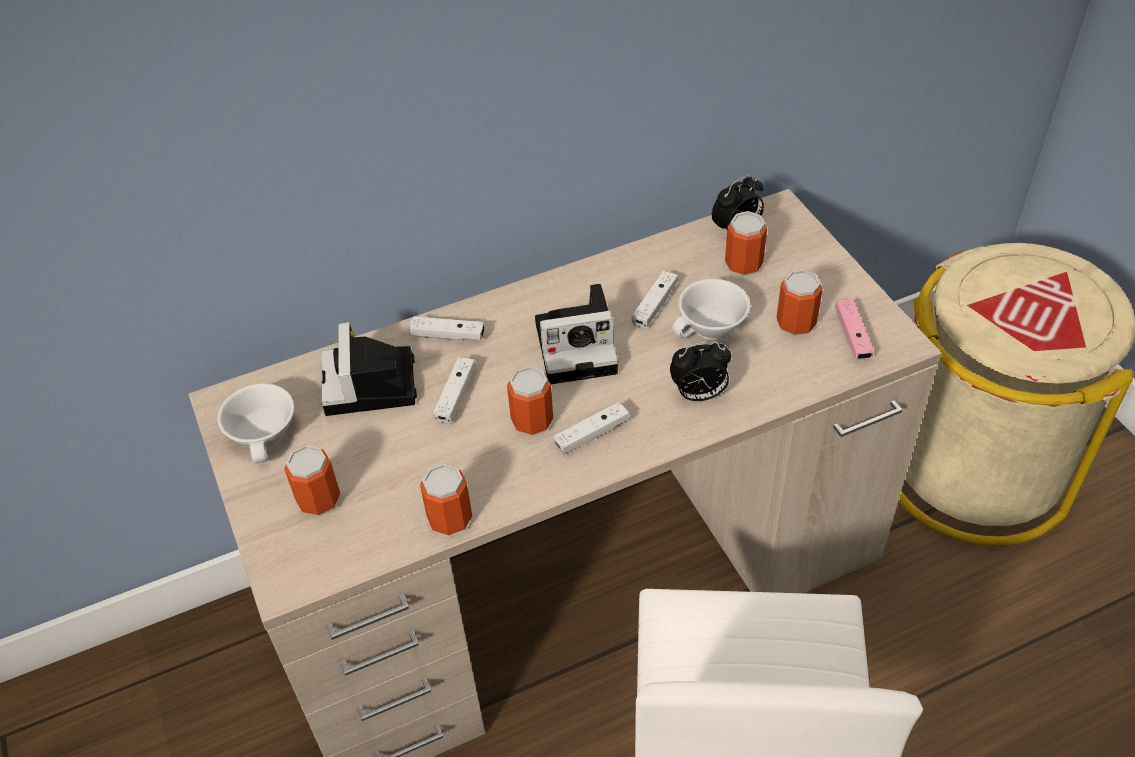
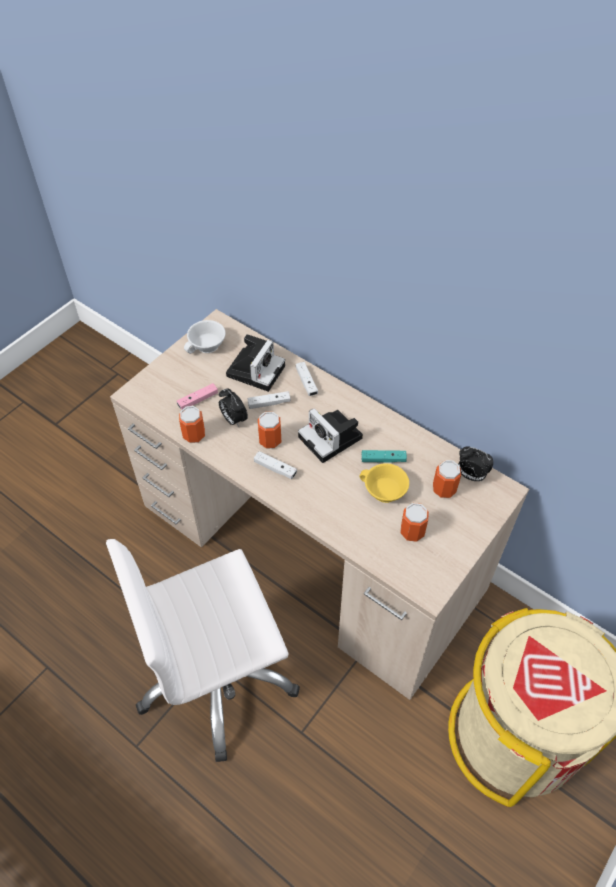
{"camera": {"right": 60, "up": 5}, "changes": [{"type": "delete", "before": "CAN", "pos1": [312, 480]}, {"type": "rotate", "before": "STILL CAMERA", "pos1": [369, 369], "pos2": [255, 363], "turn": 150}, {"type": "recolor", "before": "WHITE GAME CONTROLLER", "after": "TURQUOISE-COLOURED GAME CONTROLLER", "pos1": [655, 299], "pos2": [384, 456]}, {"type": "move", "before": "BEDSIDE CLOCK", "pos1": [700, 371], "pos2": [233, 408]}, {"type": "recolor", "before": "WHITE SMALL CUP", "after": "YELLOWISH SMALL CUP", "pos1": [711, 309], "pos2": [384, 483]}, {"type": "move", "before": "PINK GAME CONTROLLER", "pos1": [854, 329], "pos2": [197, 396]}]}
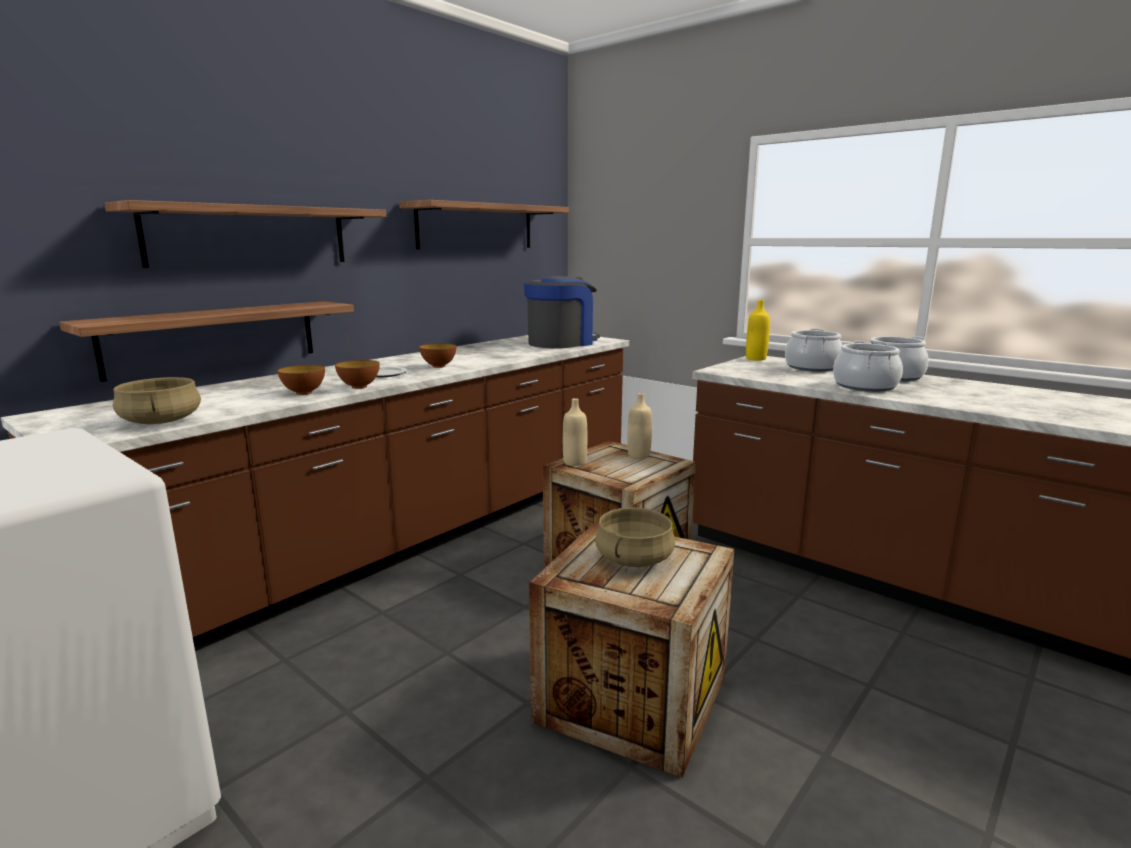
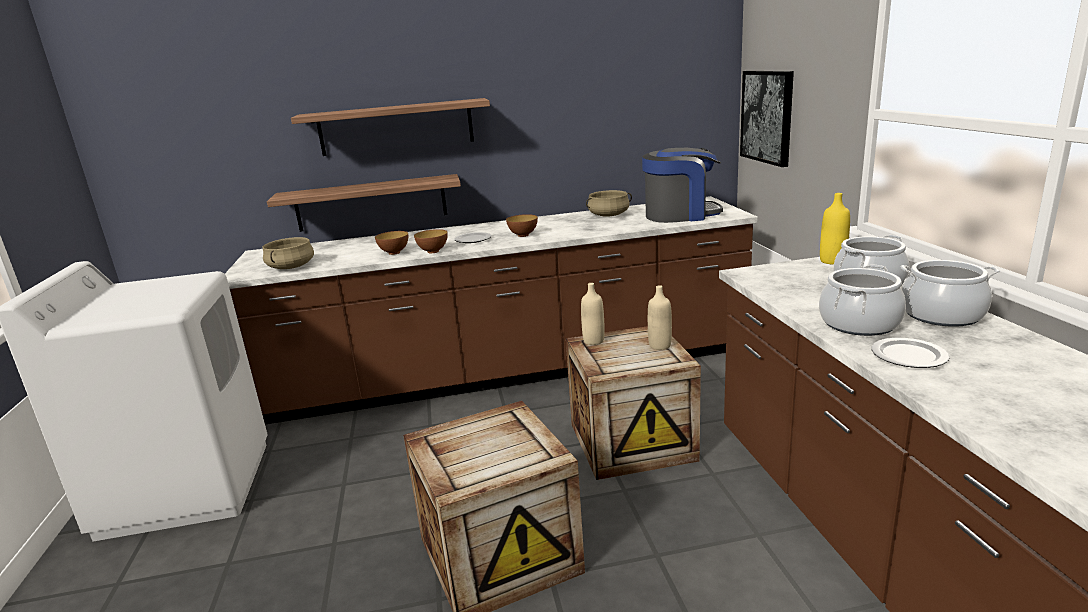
{"camera": {"right": 40, "up": 5}, "changes": [{"type": "delete", "before": "BRACKET SHELF", "pos1": [484, 224]}, {"type": "move", "before": "SAND-COLOURED STOCKPOT", "pos1": [635, 537], "pos2": [609, 203]}, {"type": "insert", "after": "PICTURE", "pos2": [767, 119]}, {"type": "insert", "after": "PLATE", "pos2": [910, 353]}]}
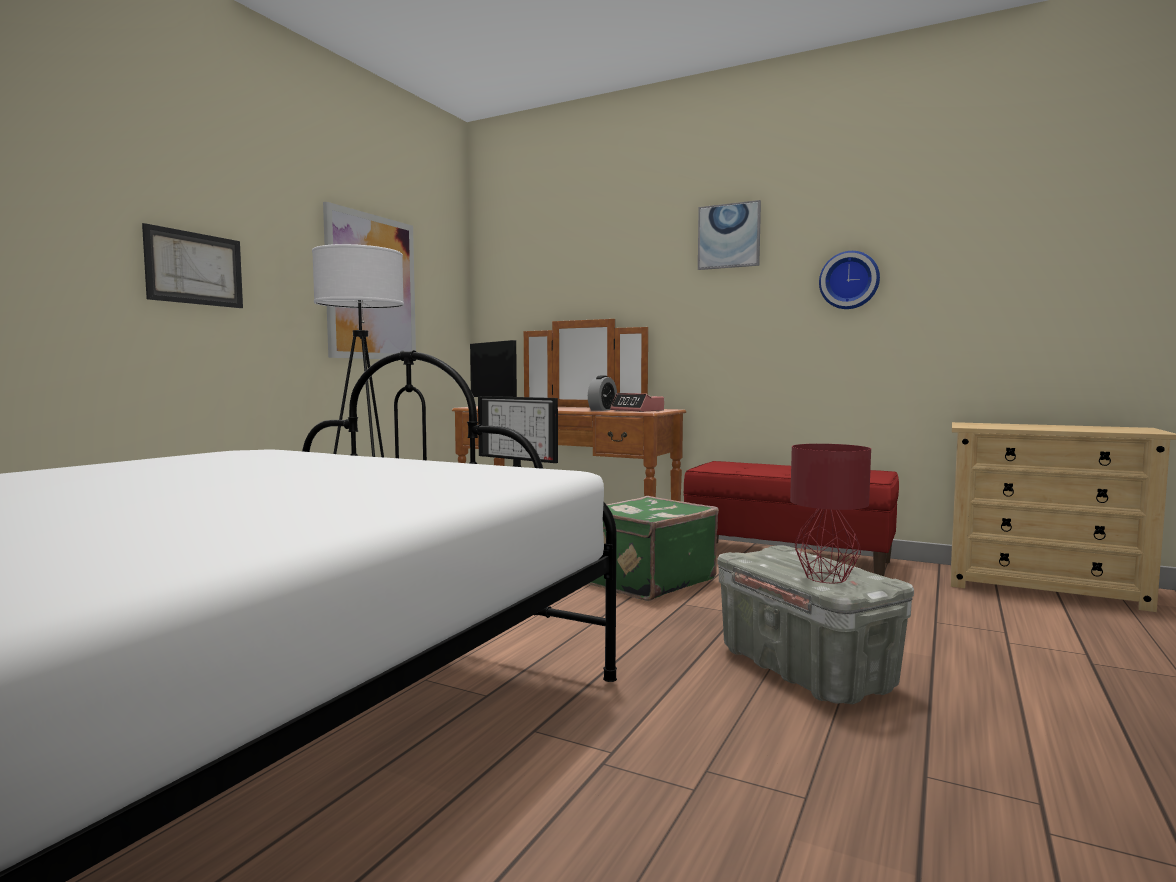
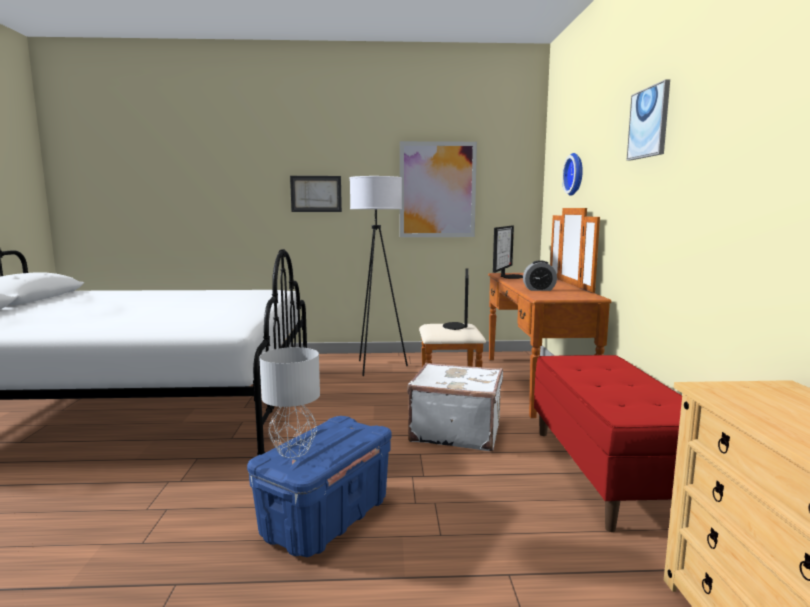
{"camera": {"right": 60, "up": 5}, "changes": [{"type": "recolor", "before": "GREEN PIECE OF LUGGAGE", "after": "WHITE PIECE OF LUGGAGE", "pos1": [654, 548], "pos2": [455, 407]}, {"type": "delete", "before": "BEDSIDE CLOCK", "pos1": [637, 402]}, {"type": "recolor", "before": "GRAY STORAGE BOX", "after": "BLUISH STORAGE BOX", "pos1": [815, 624], "pos2": [319, 486]}, {"type": "recolor", "before": "REDDISH LAMP FOR A TABLE", "after": "GRAY LAMP FOR A TABLE", "pos1": [830, 514], "pos2": [289, 402]}, {"type": "move", "before": "CLOCK ON THE WALL", "pos1": [849, 280], "pos2": [572, 174]}]}
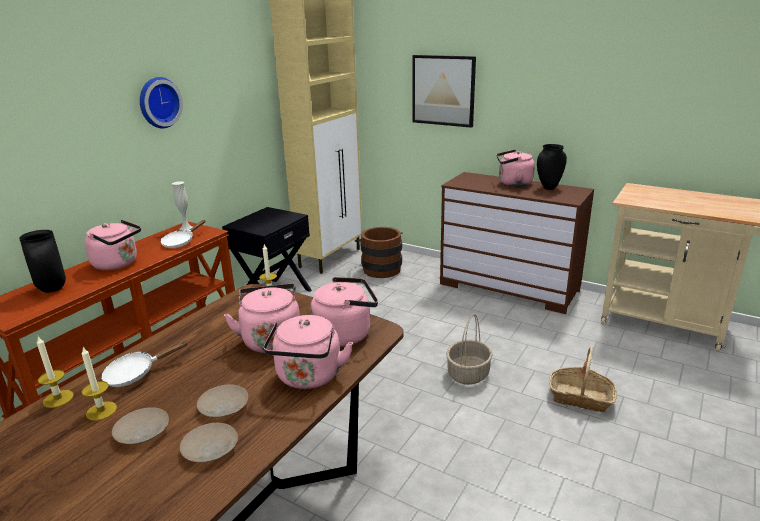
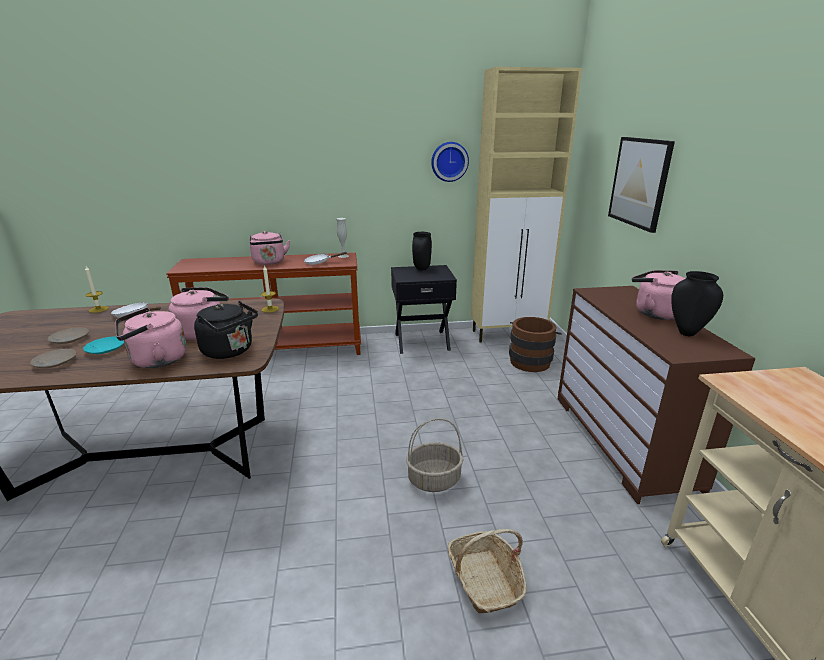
{"camera": {"right": 50, "up": 0}, "changes": [{"type": "move", "before": "BLACK VASE", "pos1": [42, 261], "pos2": [422, 251]}, {"type": "delete", "before": "CANDLE", "pos1": [99, 384]}, {"type": "move", "before": "CLOCK ON THE WALL", "pos1": [161, 102], "pos2": [450, 162]}, {"type": "recolor", "before": "SAND-COLOURED PLATE", "after": "TURQUOISE-COLOURED PLATE", "pos1": [222, 401], "pos2": [103, 345]}, {"type": "recolor", "before": "PINK TEA KETTLE", "after": "BLACK TEA KETTLE", "pos1": [344, 312], "pos2": [226, 330]}]}
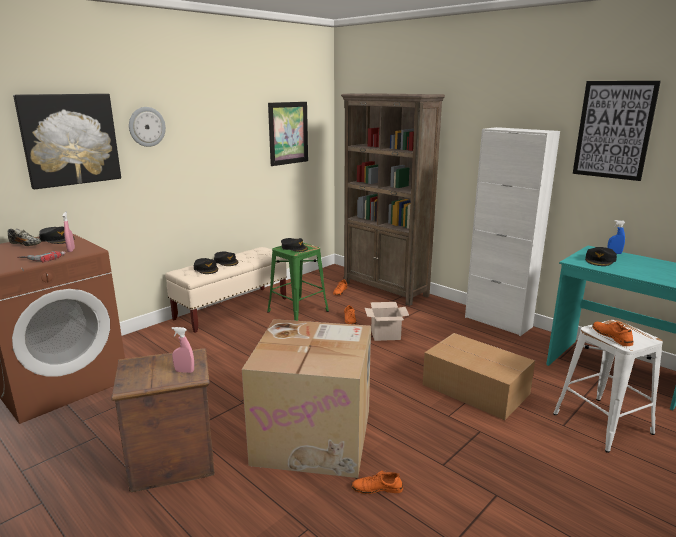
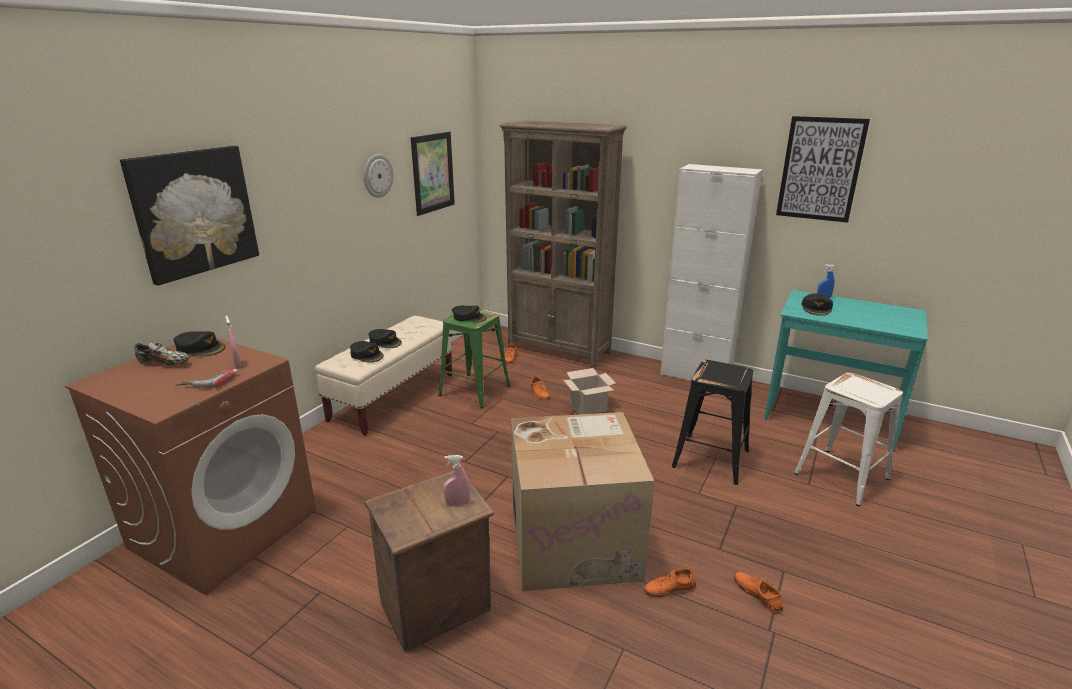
{"camera": {"right": -15, "up": 5}, "changes": [{"type": "move", "before": "CLOCK ON THE WALL", "pos1": [147, 127], "pos2": [378, 176]}, {"type": "replace", "before": "PACKING BOX", "after": "BLACK SITTING STOOL", "pos1": [479, 376], "pos2": [712, 422]}, {"type": "move", "before": "ORANGE SHOE", "pos1": [612, 334], "pos2": [758, 593]}]}
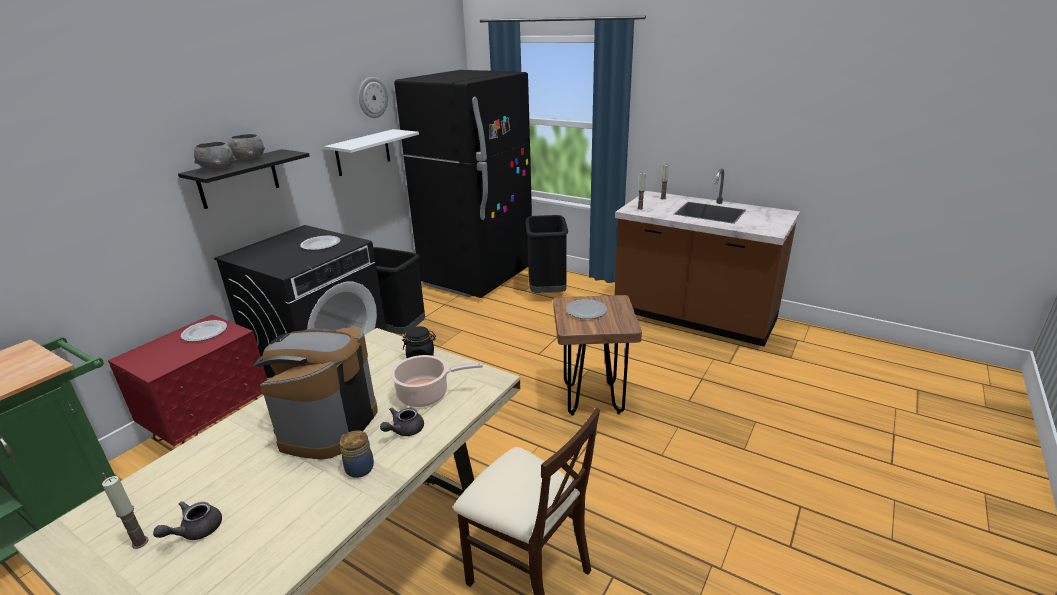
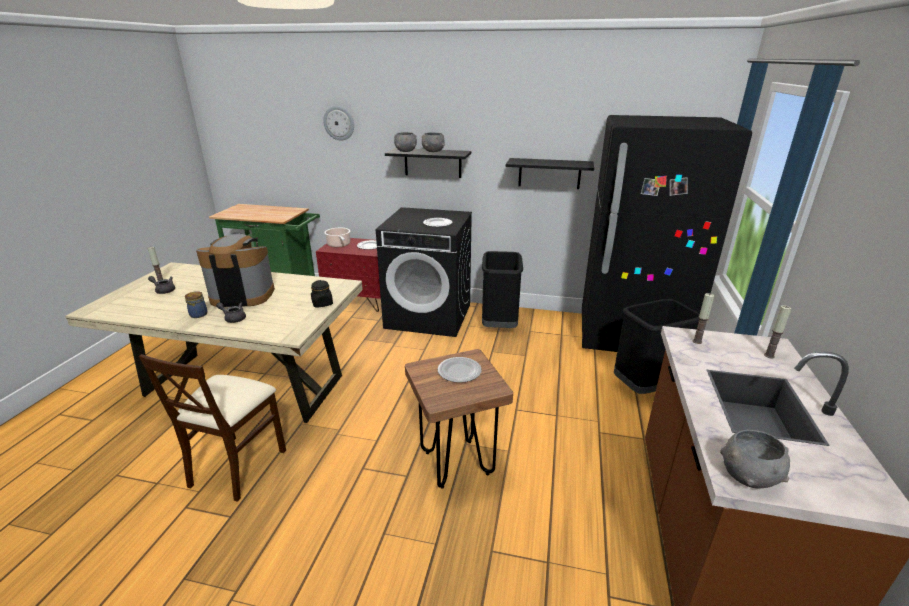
{"camera": {"right": 70, "up": 0}, "changes": [{"type": "recolor", "before": "WHITE BRACKET SHELF", "after": "BLACK BRACKET SHELF", "pos1": [371, 152], "pos2": [550, 173]}, {"type": "move", "before": "CLOCK ON THE WALL", "pos1": [373, 97], "pos2": [338, 123]}, {"type": "move", "before": "STOCKPOT", "pos1": [437, 381], "pos2": [337, 238]}, {"type": "insert", "after": "GRAY DEEP DISH", "pos2": [755, 459]}]}
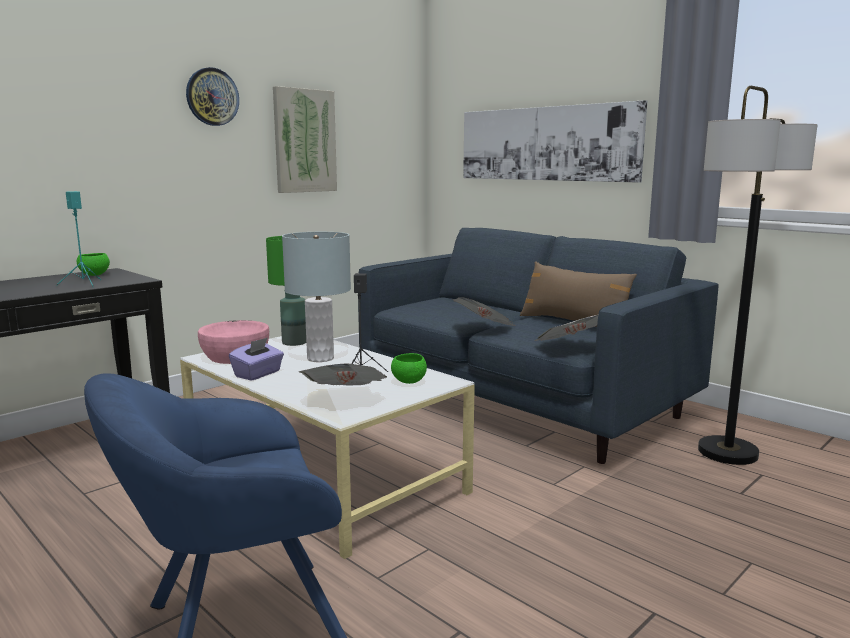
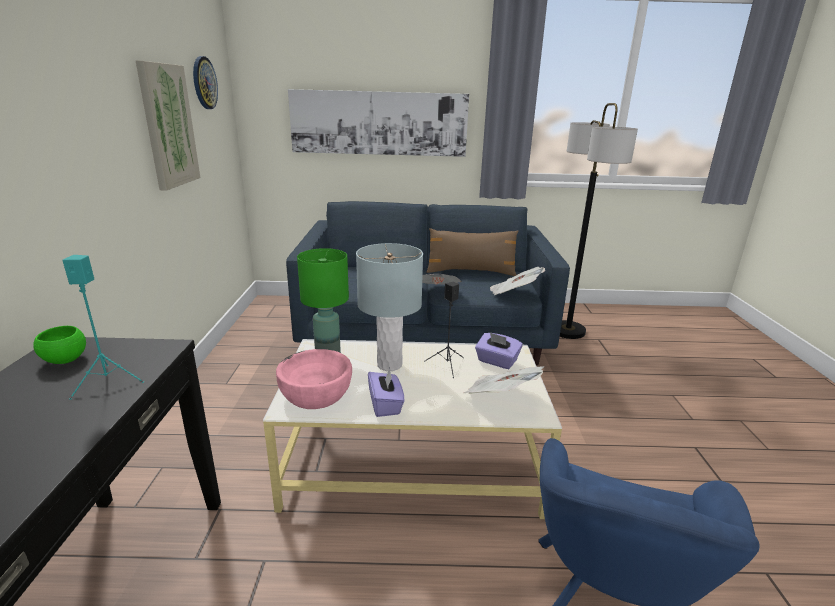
{"camera": {"right": -45, "up": 10}, "changes": [{"type": "move", "before": "CLOCK ON THE WALL", "pos1": [212, 96], "pos2": [205, 82]}, {"type": "replace", "before": "GREEN DEEP DISH", "after": "PURPLISH BOX OF TISSUES", "pos1": [409, 368], "pos2": [499, 350]}]}
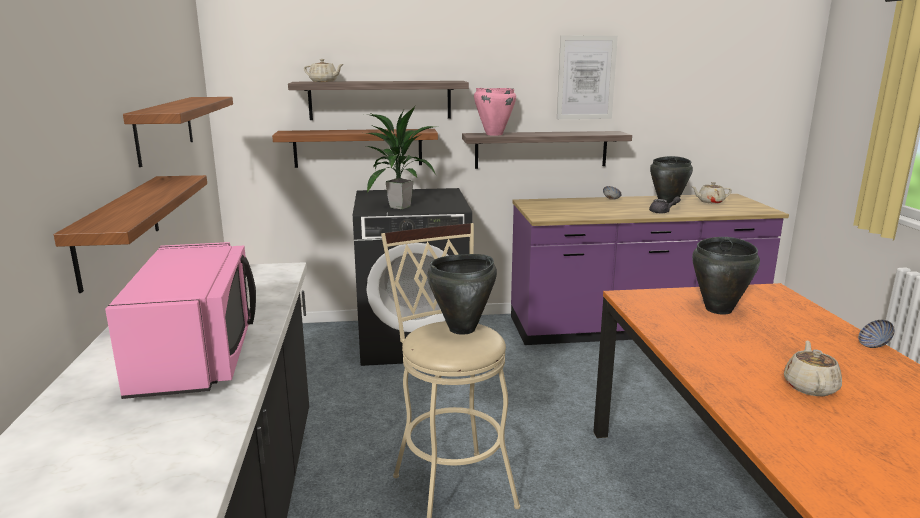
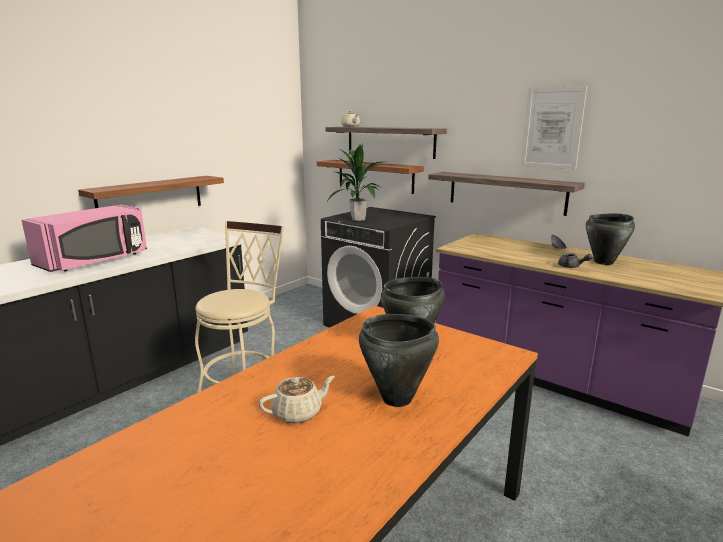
{"camera": {"right": 45, "up": 0}, "changes": [{"type": "delete", "before": "BRACKET SHELF", "pos1": [178, 132]}, {"type": "move", "before": "BLACK STOCKPOT", "pos1": [462, 294], "pos2": [399, 360]}, {"type": "delete", "before": "PINK STOCKPOT", "pos1": [495, 112]}, {"type": "delete", "before": "SAND-COLOURED TEAPOT", "pos1": [711, 193]}, {"type": "delete", "before": "DEEP DISH", "pos1": [876, 334]}]}
